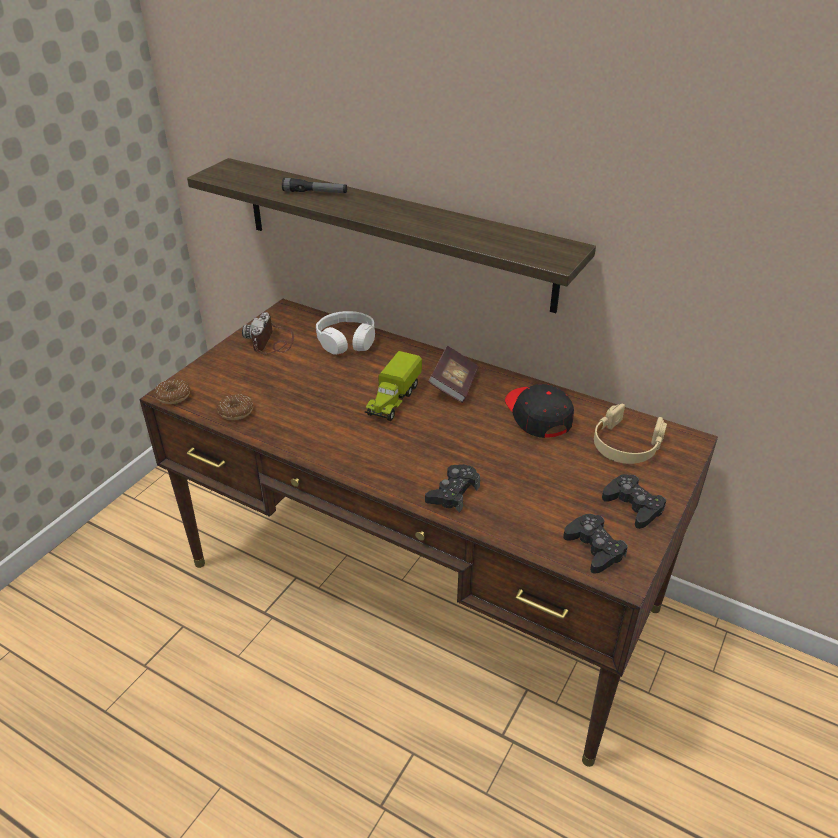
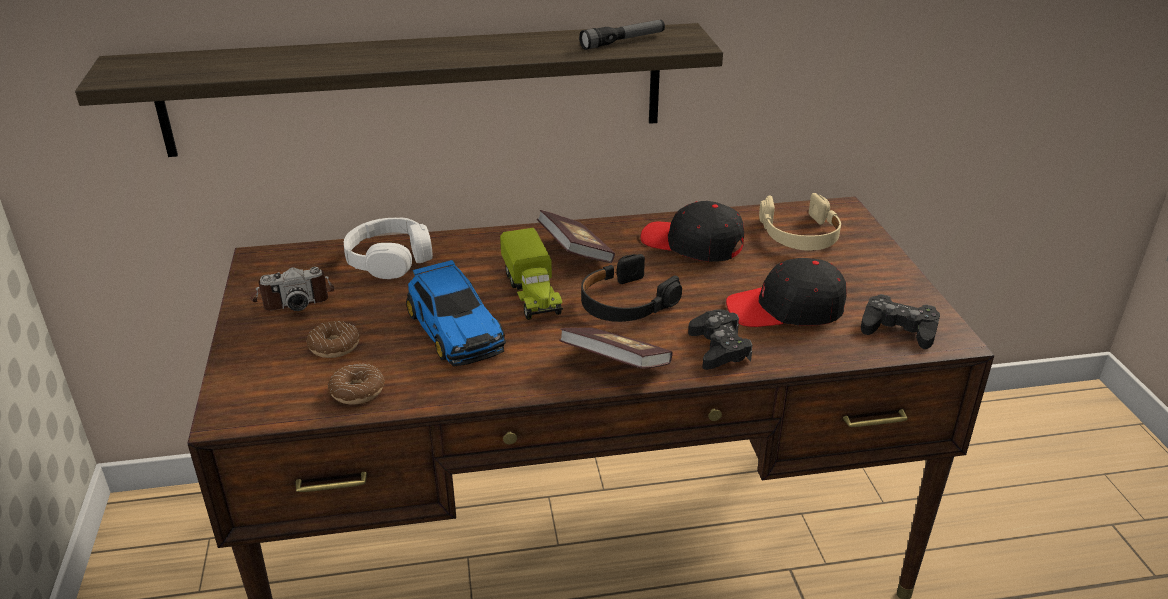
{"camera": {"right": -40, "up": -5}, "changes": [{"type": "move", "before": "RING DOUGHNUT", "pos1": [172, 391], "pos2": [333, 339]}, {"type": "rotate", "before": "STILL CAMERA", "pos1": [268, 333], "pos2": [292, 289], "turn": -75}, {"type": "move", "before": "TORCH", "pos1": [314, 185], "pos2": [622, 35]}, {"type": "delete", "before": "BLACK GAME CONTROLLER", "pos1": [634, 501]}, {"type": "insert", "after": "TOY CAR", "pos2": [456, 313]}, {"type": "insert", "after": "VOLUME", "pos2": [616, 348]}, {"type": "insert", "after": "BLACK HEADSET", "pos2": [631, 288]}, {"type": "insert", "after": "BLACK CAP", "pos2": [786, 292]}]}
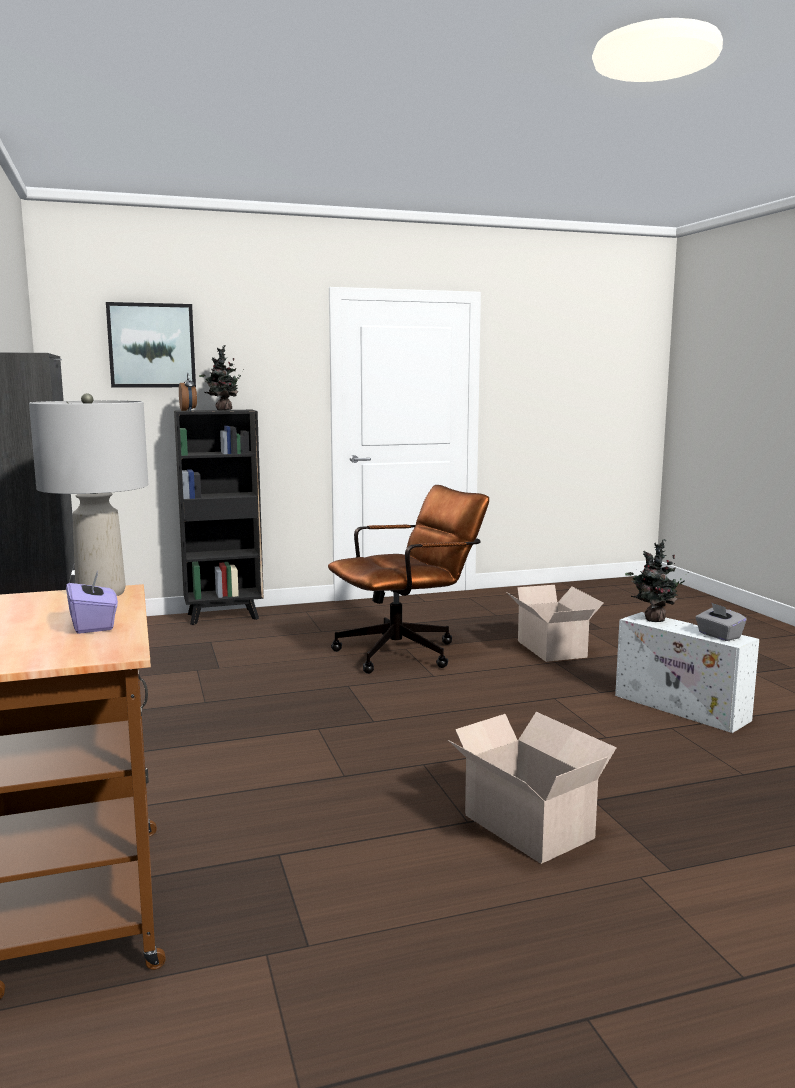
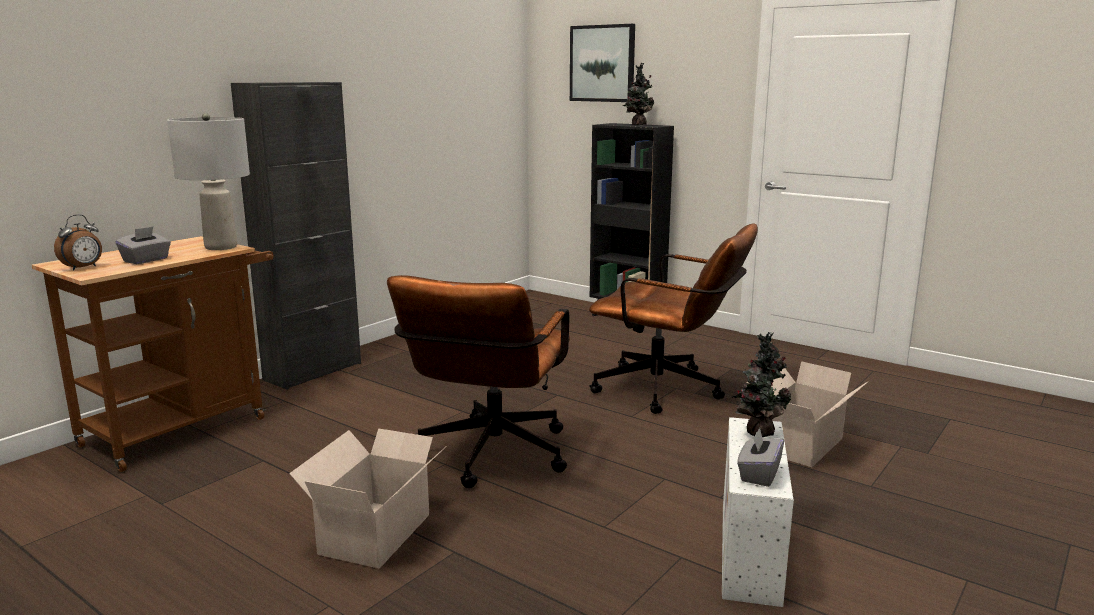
{"camera": {"right": 55, "up": 5}, "changes": [{"type": "recolor", "before": "PURPLISH BOX OF TISSUES", "after": "GRAY BOX OF TISSUES", "pos1": [92, 601], "pos2": [143, 245]}, {"type": "move", "before": "BEDSIDE CLOCK", "pos1": [188, 392], "pos2": [78, 242]}, {"type": "insert", "after": "BROWN-COLOURED DESK CHAIR", "pos2": [478, 381]}]}
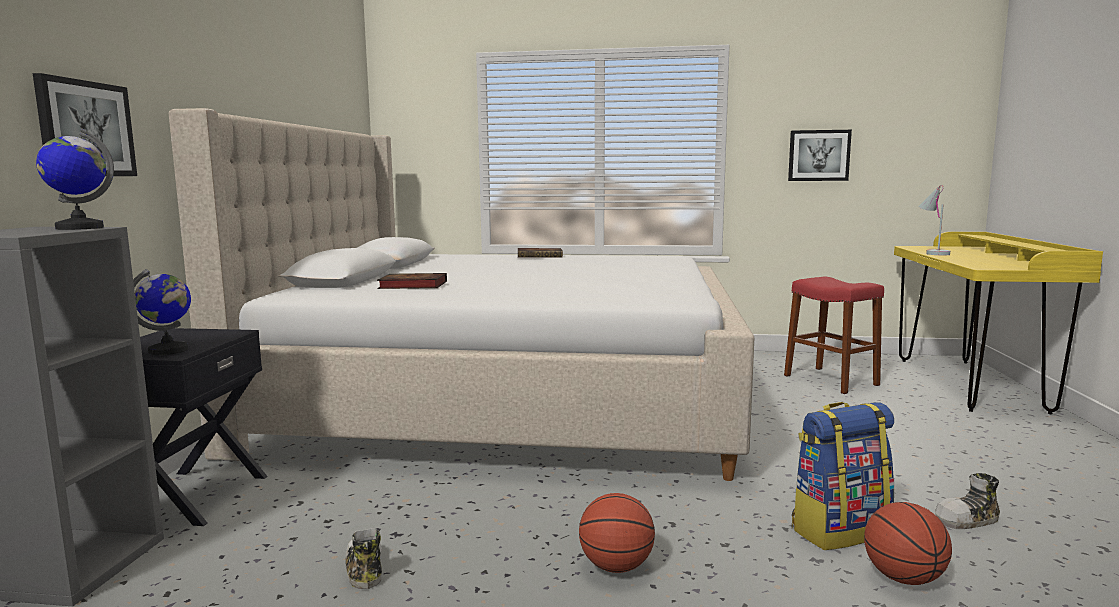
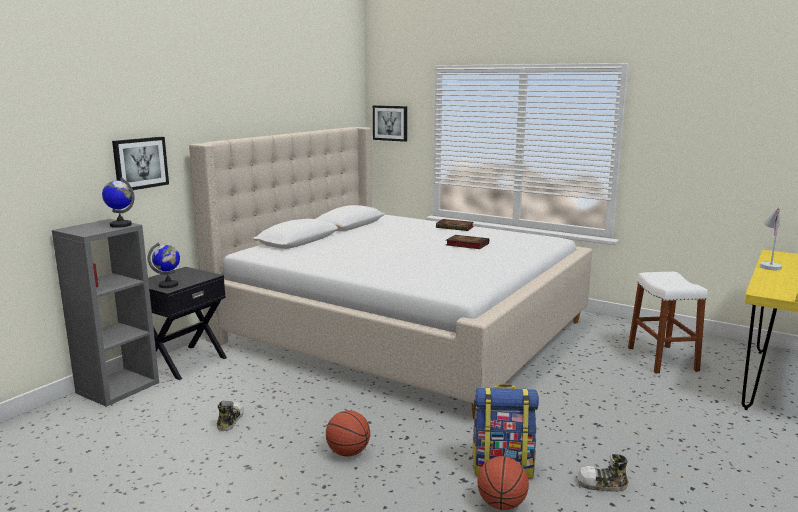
{"camera": {"right": 25, "up": 5}, "changes": [{"type": "move", "before": "VOLUME", "pos1": [412, 281], "pos2": [467, 242]}, {"type": "recolor", "before": "REDDISH SITTING STOOL", "after": "WHITE SITTING STOOL", "pos1": [834, 335], "pos2": [668, 322]}, {"type": "move", "before": "PICTURE", "pos1": [820, 155], "pos2": [390, 123]}]}
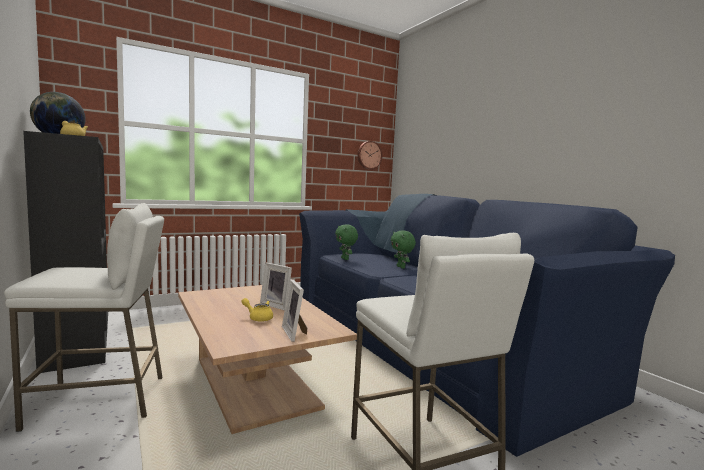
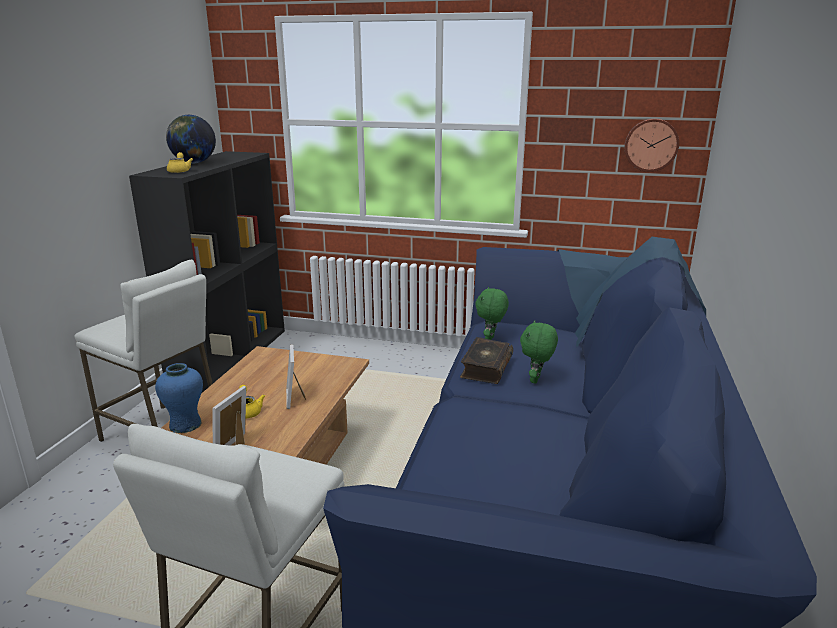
{"camera": {"right": 45, "up": 15}, "changes": [{"type": "insert", "after": "BLUISH VASE", "pos2": [179, 398]}, {"type": "insert", "after": "VOLUME", "pos2": [486, 360]}]}
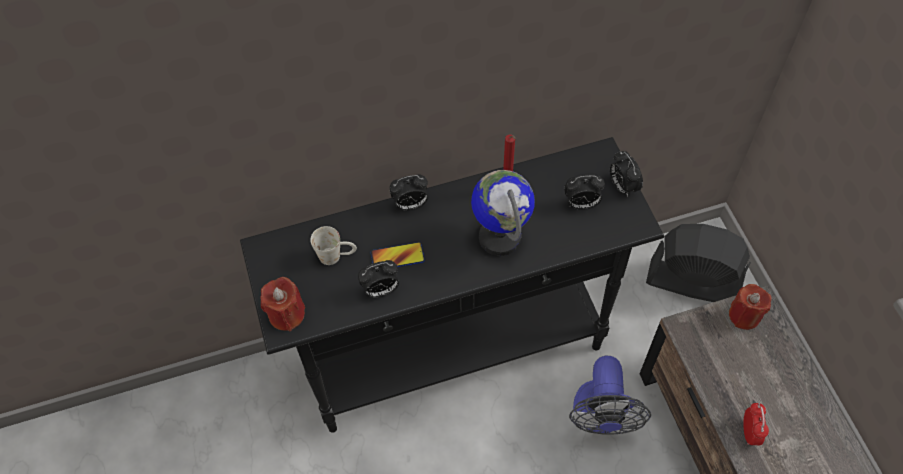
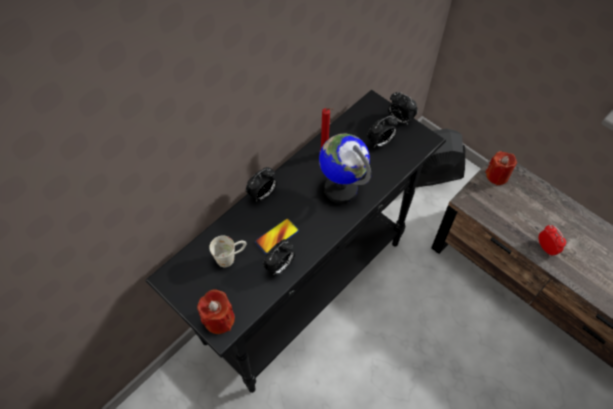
{"camera": {"right": -30, "up": 0}, "changes": [{"type": "delete", "before": "ELECTRIC FAN", "pos1": [610, 395]}]}
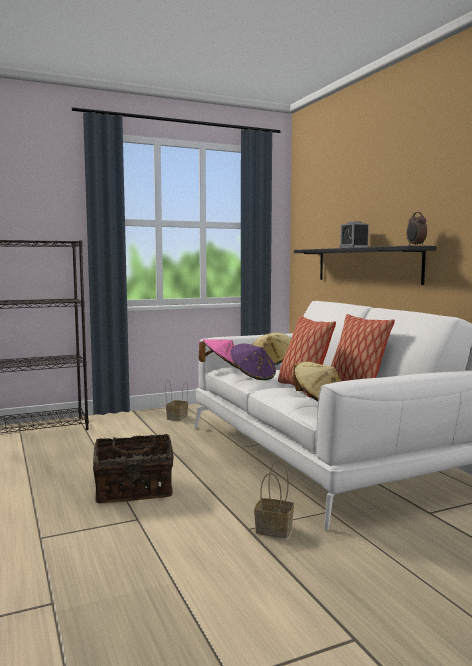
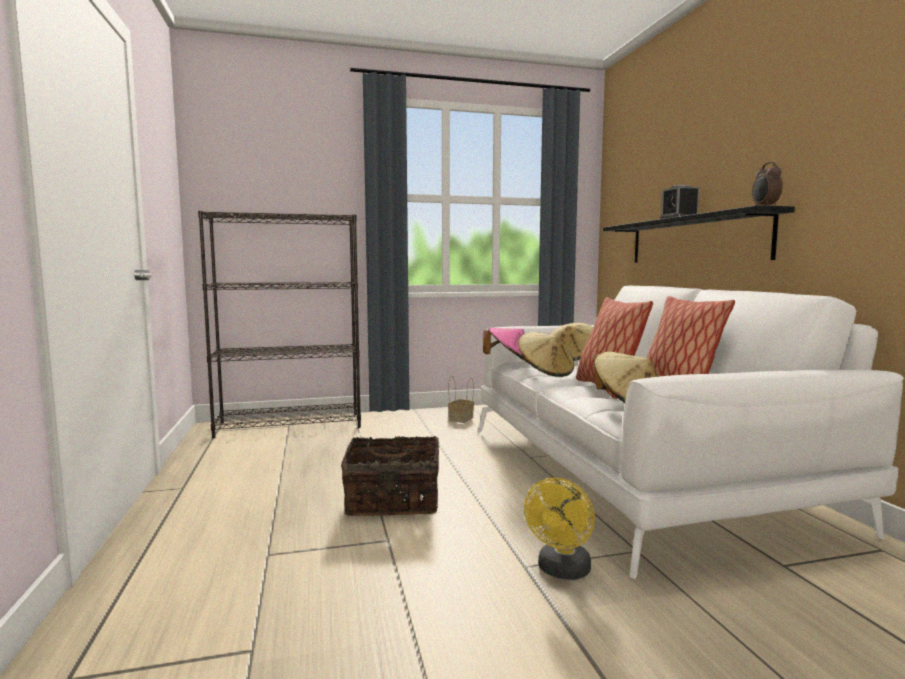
{"camera": {"right": 10, "up": 0}, "changes": [{"type": "recolor", "before": "PURPLISH WEARABLE HAT", "after": "SAND-COLOURED WEARABLE HAT", "pos1": [253, 361], "pos2": [546, 354]}, {"type": "replace", "before": "HOUSEHOLD BASKET", "after": "YELLOWISH ELECTRIC FAN", "pos1": [274, 499], "pos2": [559, 529]}]}
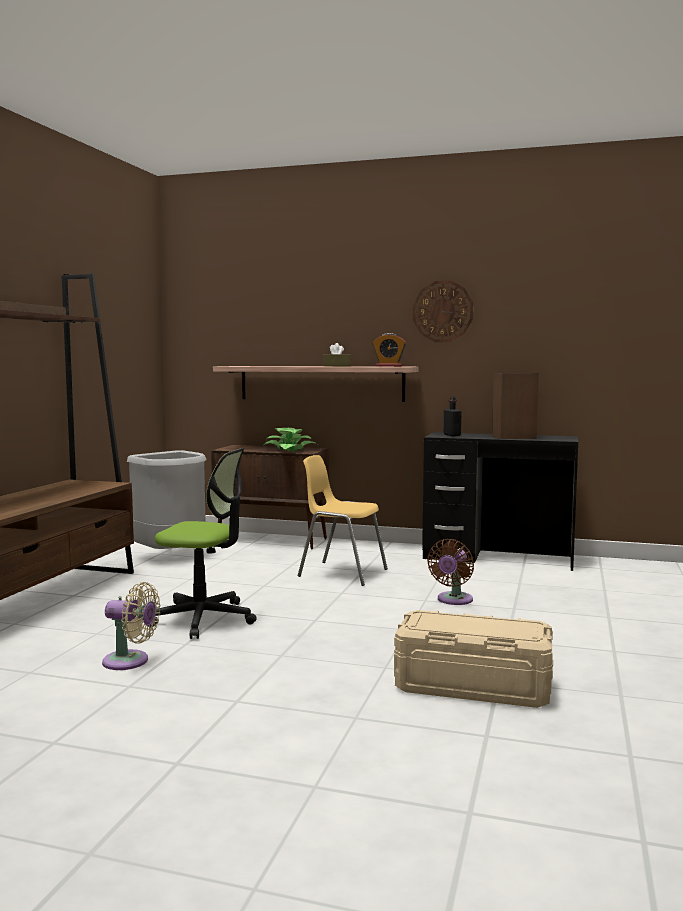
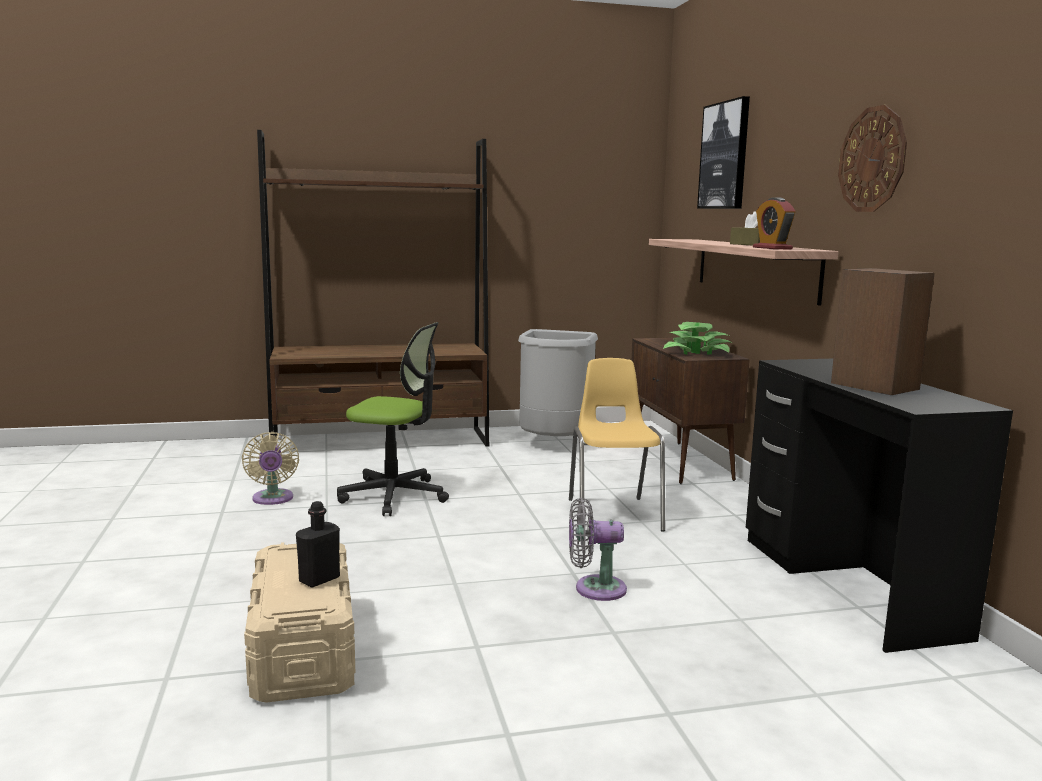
{"camera": {"right": 60, "up": 5}, "changes": [{"type": "rotate", "before": "DESK CHAIR", "pos1": [203, 543], "pos2": [393, 419], "turn": -60}, {"type": "recolor", "before": "BROWN-COLOURED ELECTRIC FAN", "after": "GRAY ELECTRIC FAN", "pos1": [450, 572], "pos2": [598, 549]}, {"type": "move", "before": "BLACK BOTTLE", "pos1": [453, 416], "pos2": [318, 544]}, {"type": "insert", "after": "PICTURE", "pos2": [723, 152]}]}
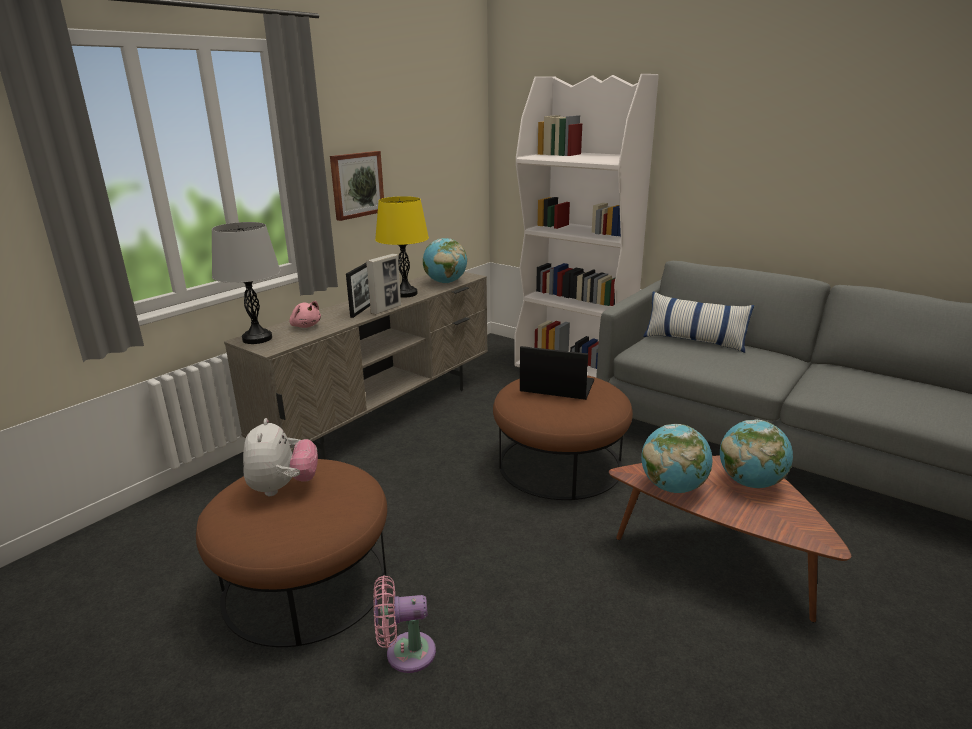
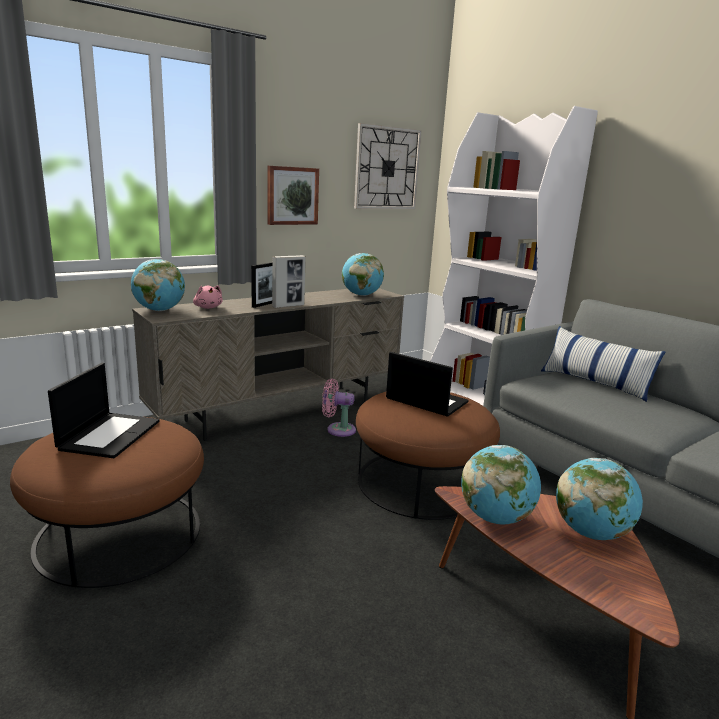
{"camera": {"right": 15, "up": -5}, "changes": [{"type": "replace", "before": "GRAY LAMP FOR A TABLE", "after": "WORLD GLOBE", "pos1": [246, 283], "pos2": [158, 285]}, {"type": "replace", "before": "CUDDLY TOY", "after": "PORTABLE COMPUTER", "pos1": [280, 457], "pos2": [104, 410]}, {"type": "move", "before": "PINK ELECTRIC FAN", "pos1": [404, 624], "pos2": [339, 408]}, {"type": "delete", "before": "YELLOWISH LAMP FOR A TABLE", "pos1": [402, 247]}, {"type": "insert", "after": "CLOCK ON THE WALL", "pos2": [388, 166]}]}
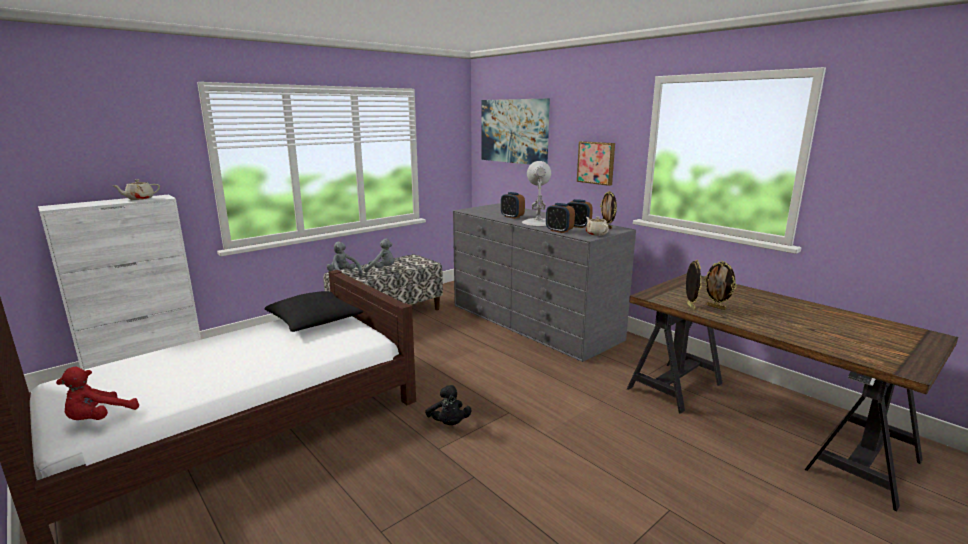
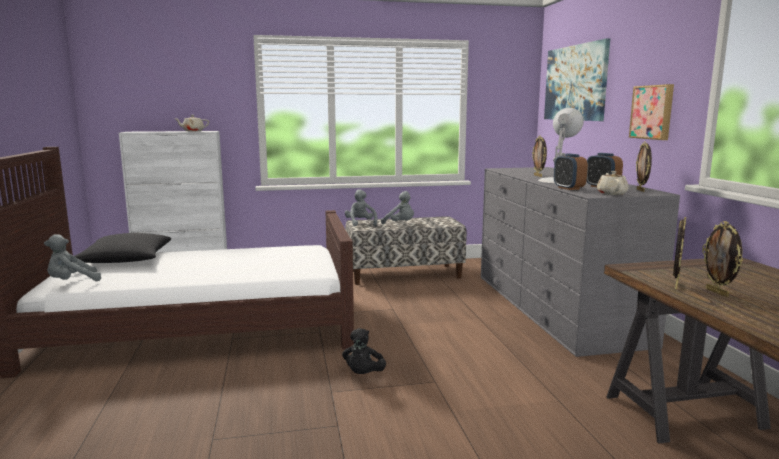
{"camera": {"right": 30, "up": -5}, "changes": [{"type": "recolor", "before": "REDDISH CUDDLY TOY", "after": "GRAY CUDDLY TOY", "pos1": [97, 393], "pos2": [72, 257]}, {"type": "move", "before": "BLACK PILLOW", "pos1": [313, 311], "pos2": [121, 248]}, {"type": "replace", "before": "BEDSIDE CLOCK", "after": "PHOTO FRAME", "pos1": [513, 205], "pos2": [539, 156]}]}
